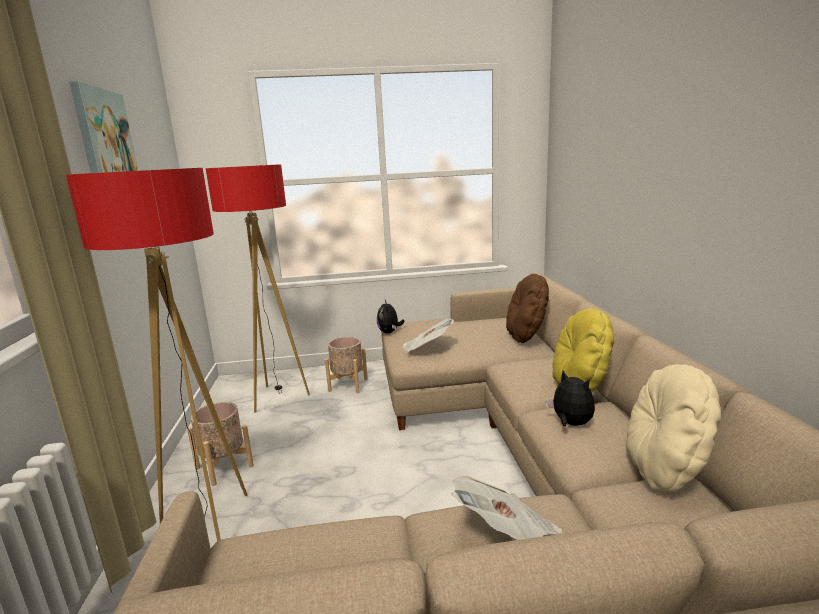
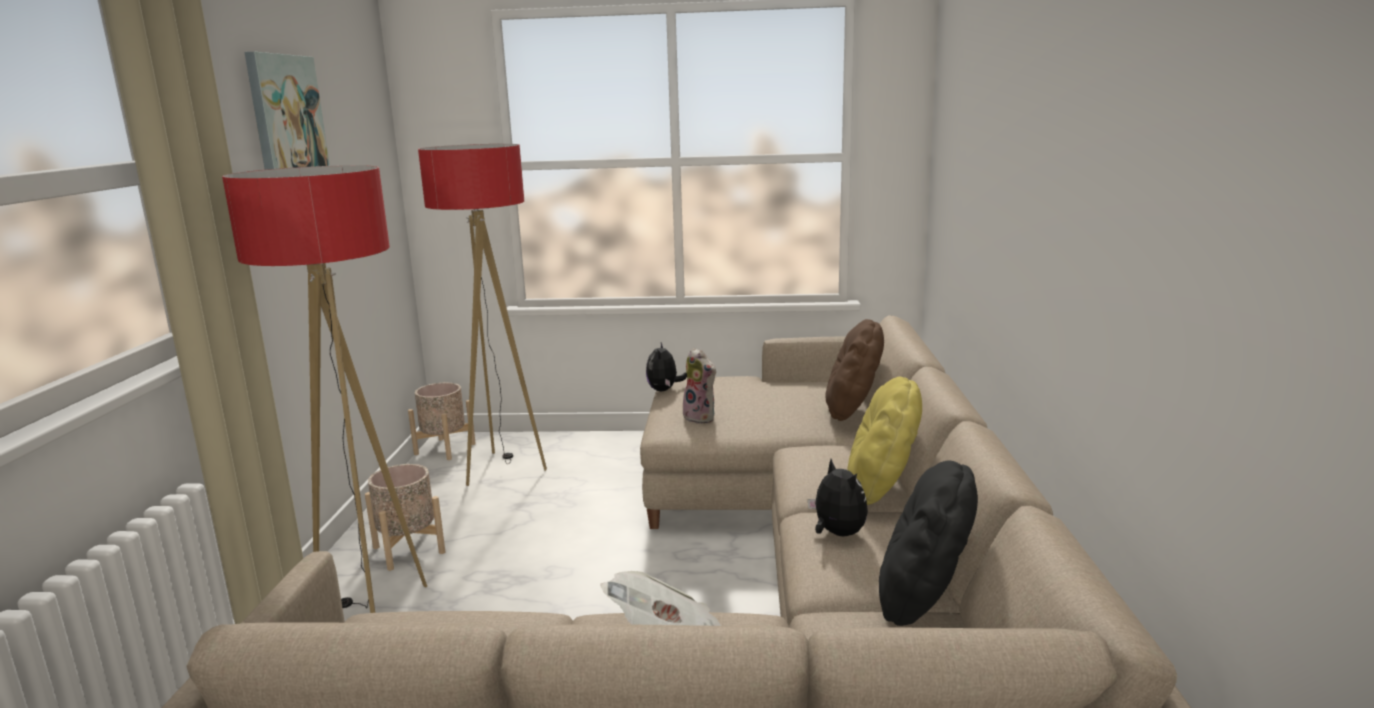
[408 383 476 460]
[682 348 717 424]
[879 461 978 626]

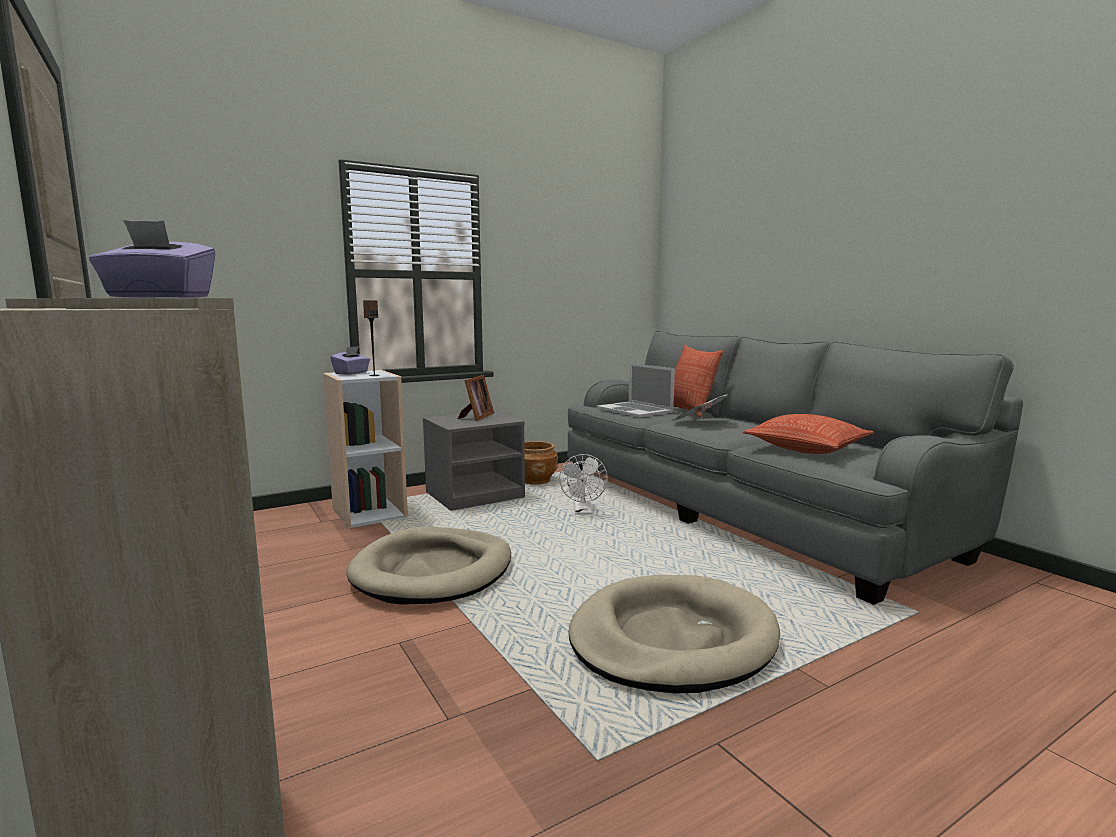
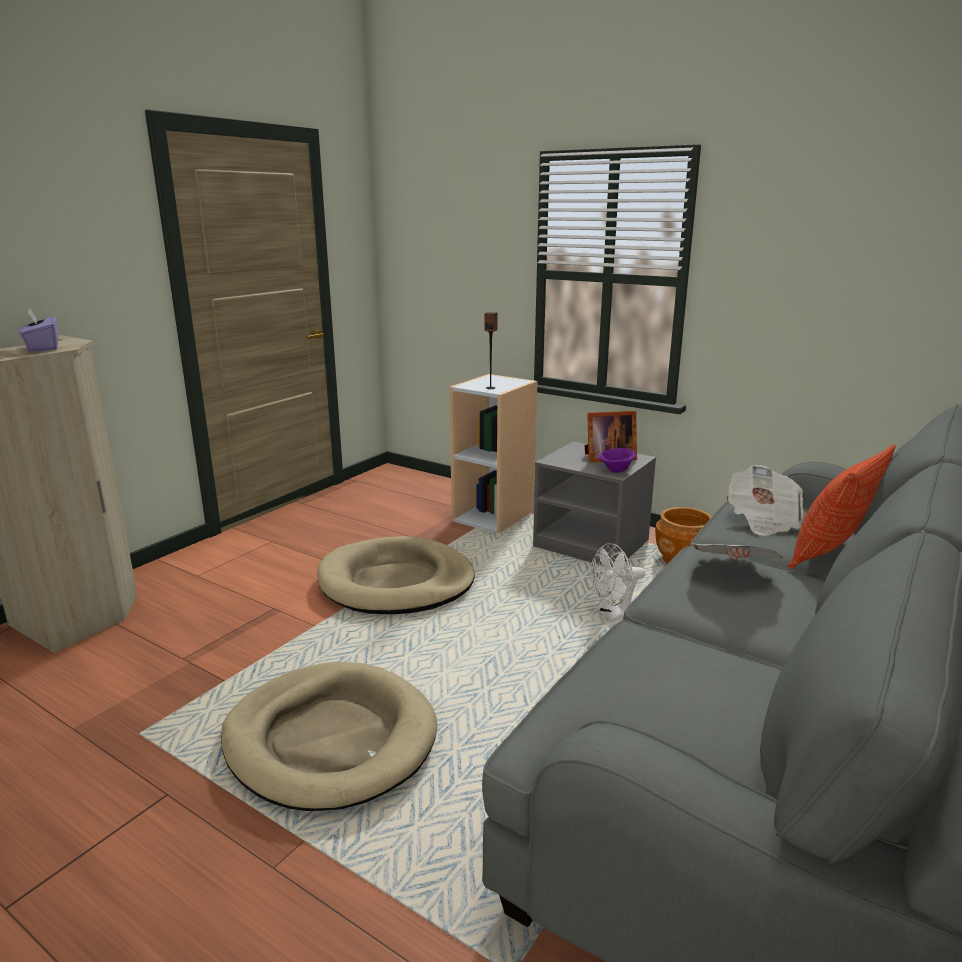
[599 448 636 473]
[726 465 803 536]
[330 346 370 375] (first image)
[742 414 873 454] (first image)

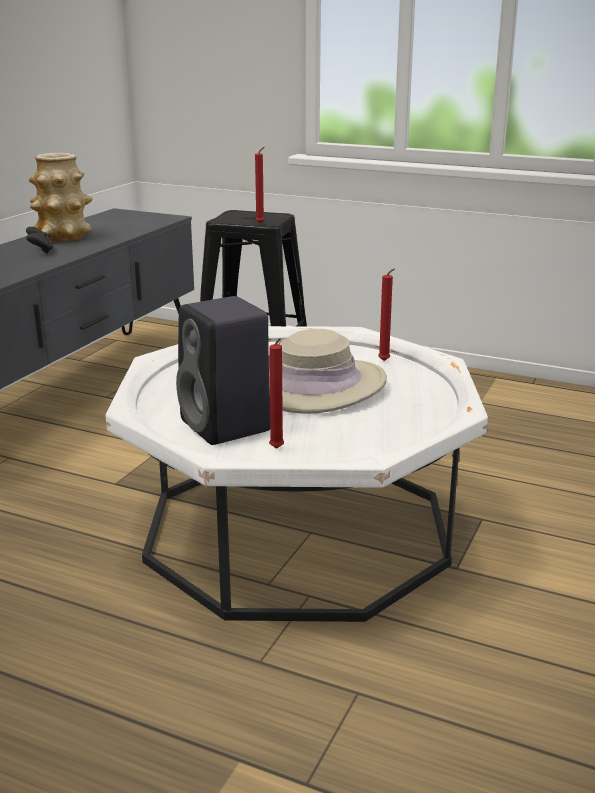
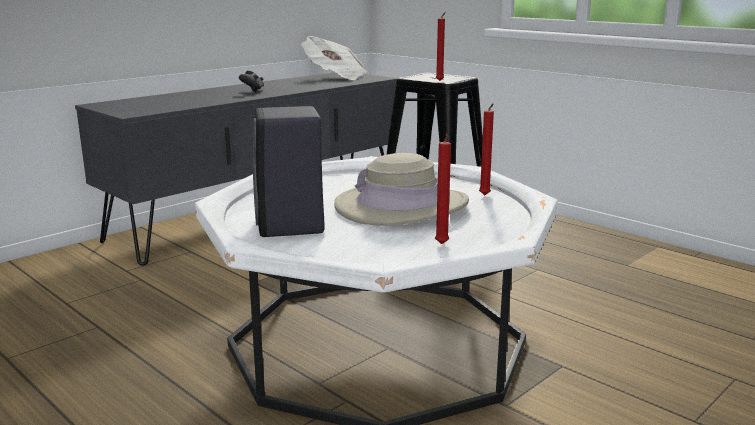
[301 36 368 80]
[435 134 451 244]
[29 153 93 242] (first image)

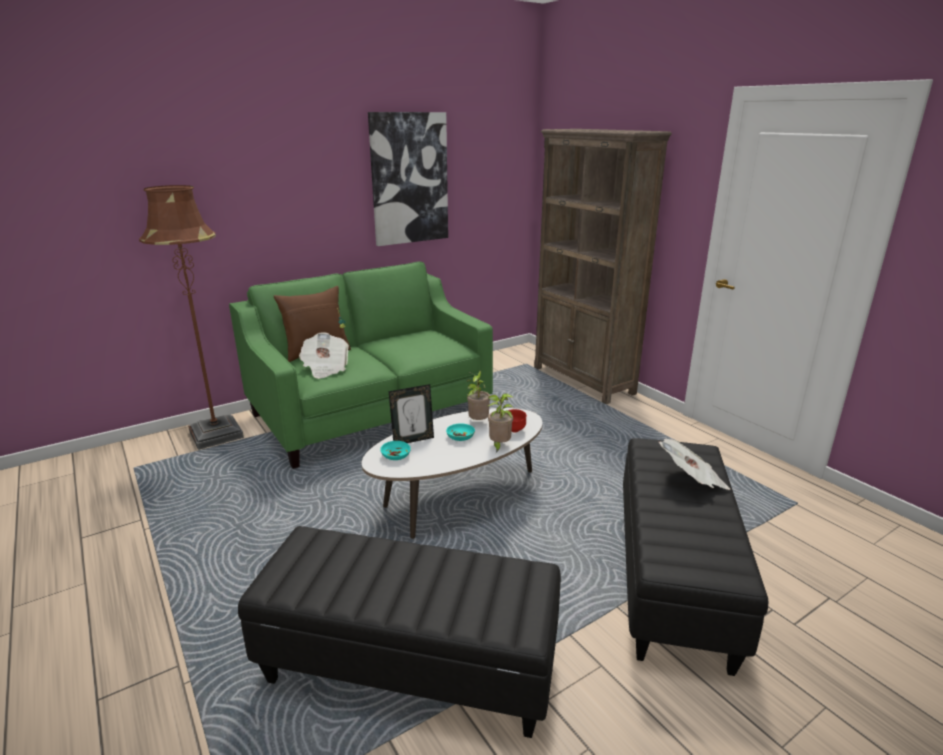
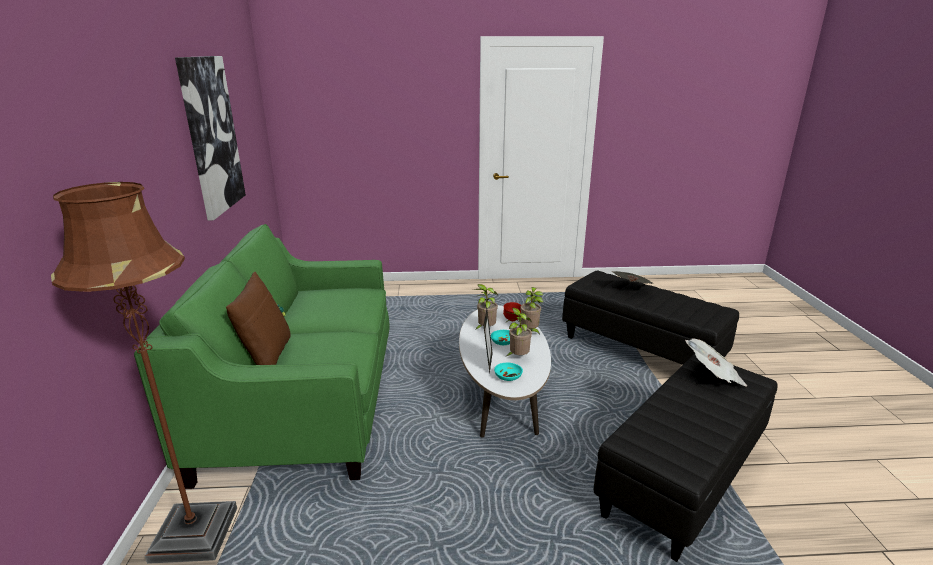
[505 308 532 357]
[685 338 748 386]
[534 129 672 404] (first image)

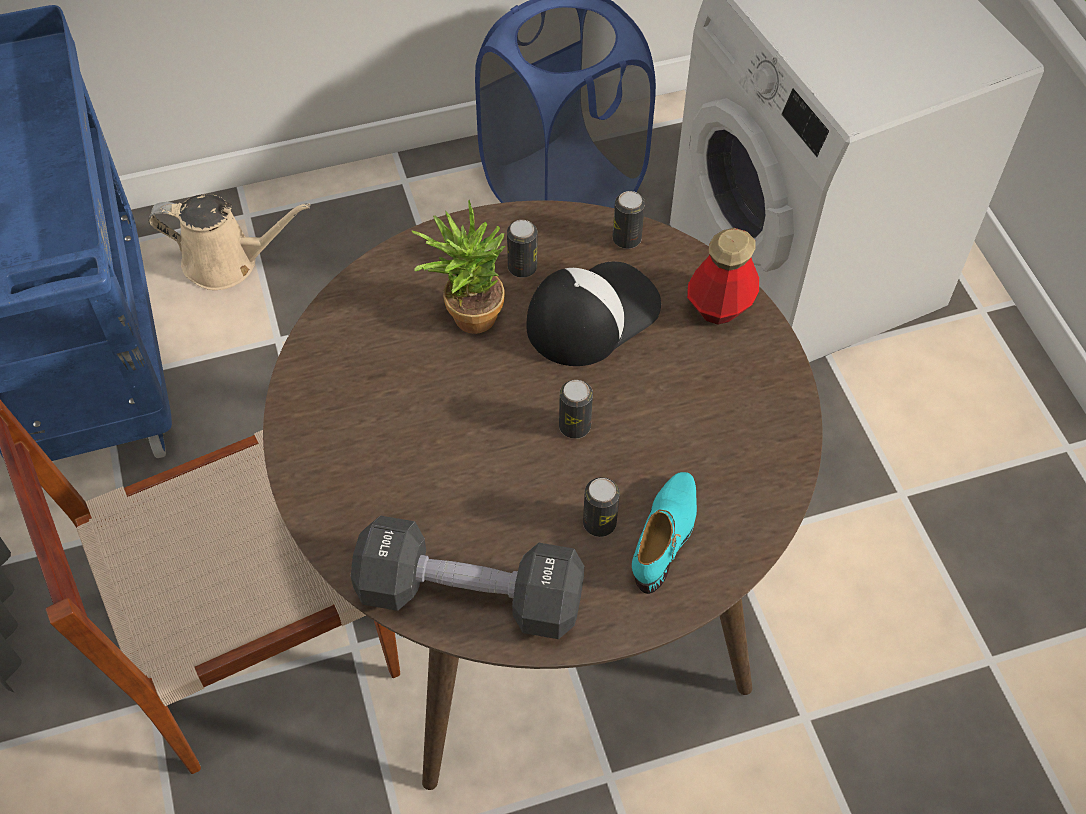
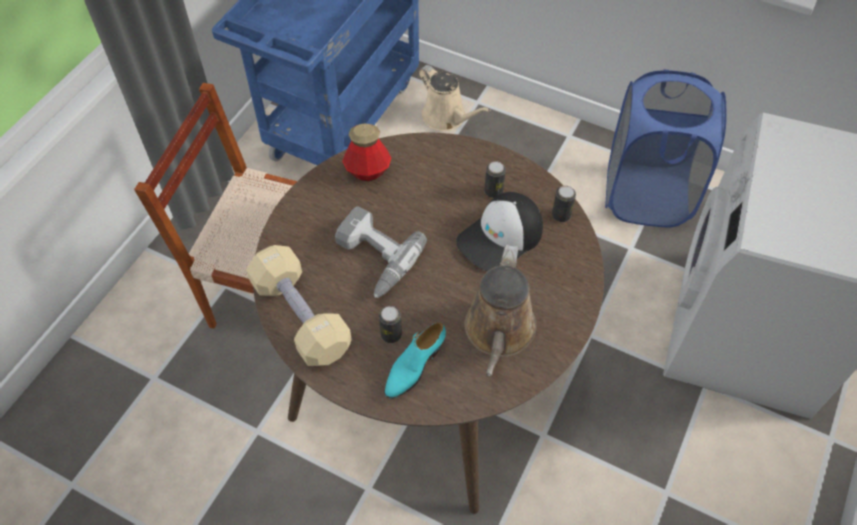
[246 245 352 366]
[335 206 427 298]
[342 123 391 181]
[384 322 446 399]
[456 192 543 271]
[464 245 537 377]
[411 200 506 334] (first image)
[559 380 593 439] (first image)

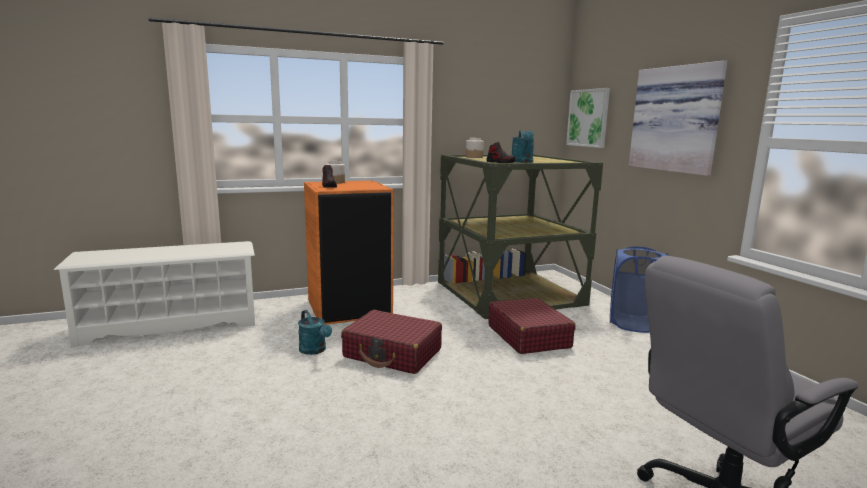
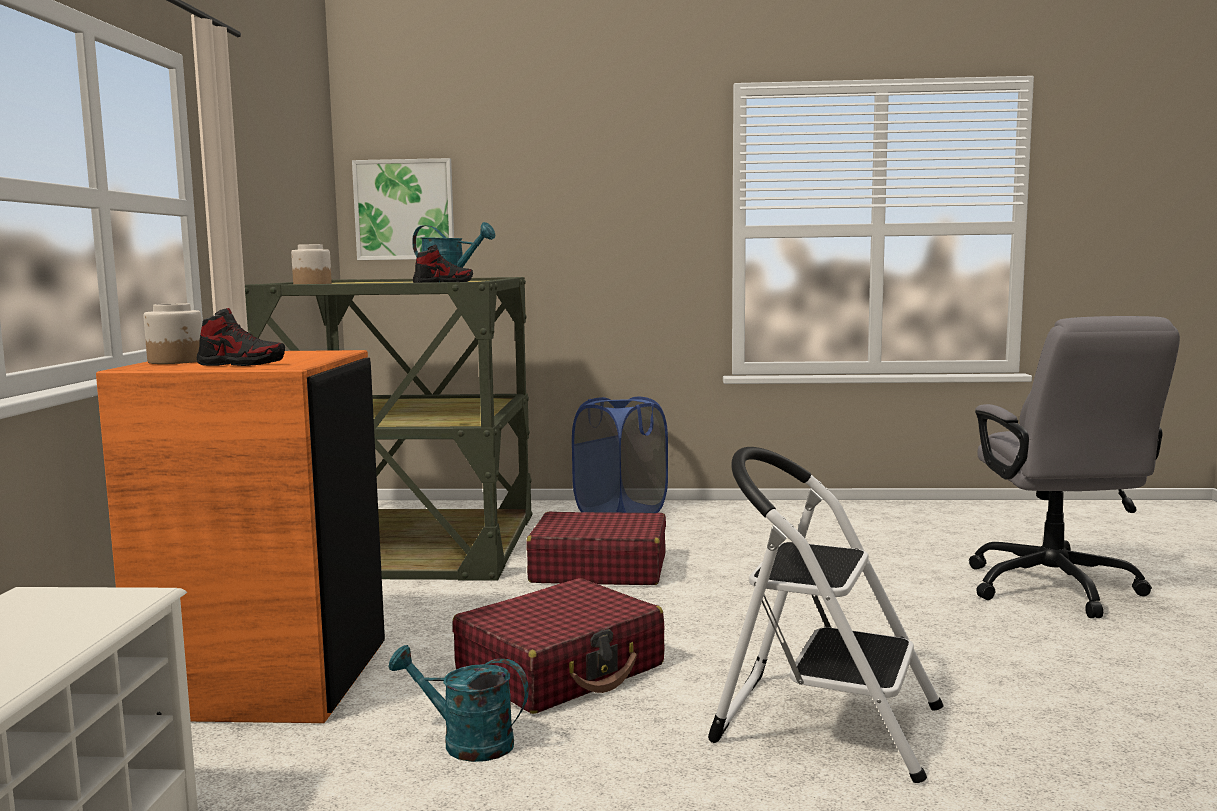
[388 645 529 762]
[708 447 944 783]
[629 61 727 176] (first image)

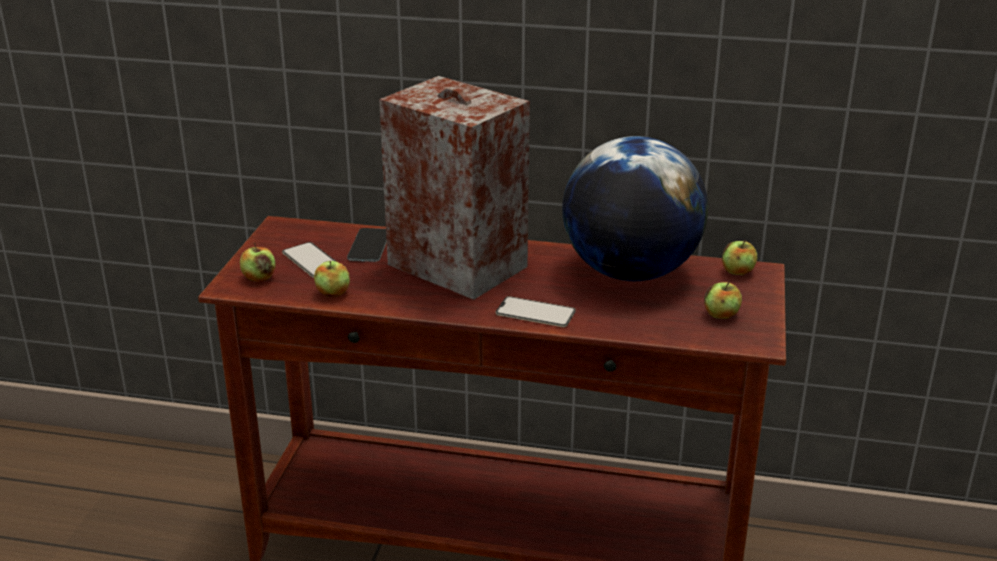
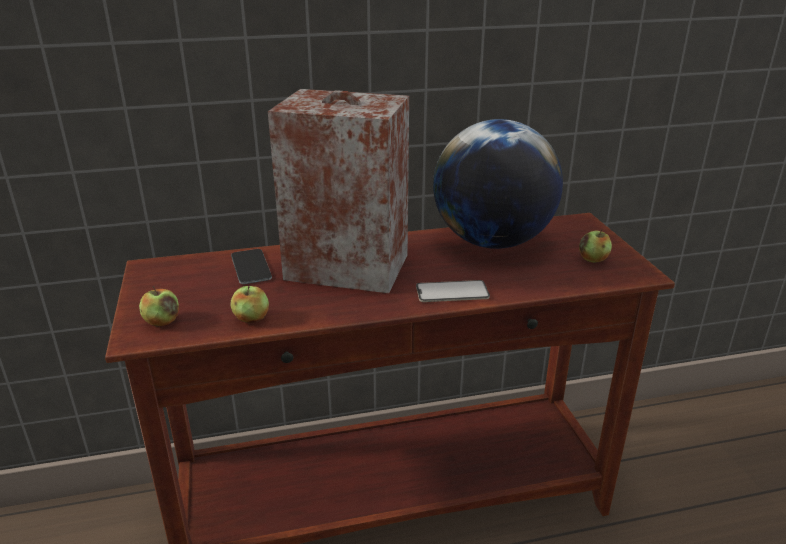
[282 242 337 278] (first image)
[722 240 757 275] (first image)

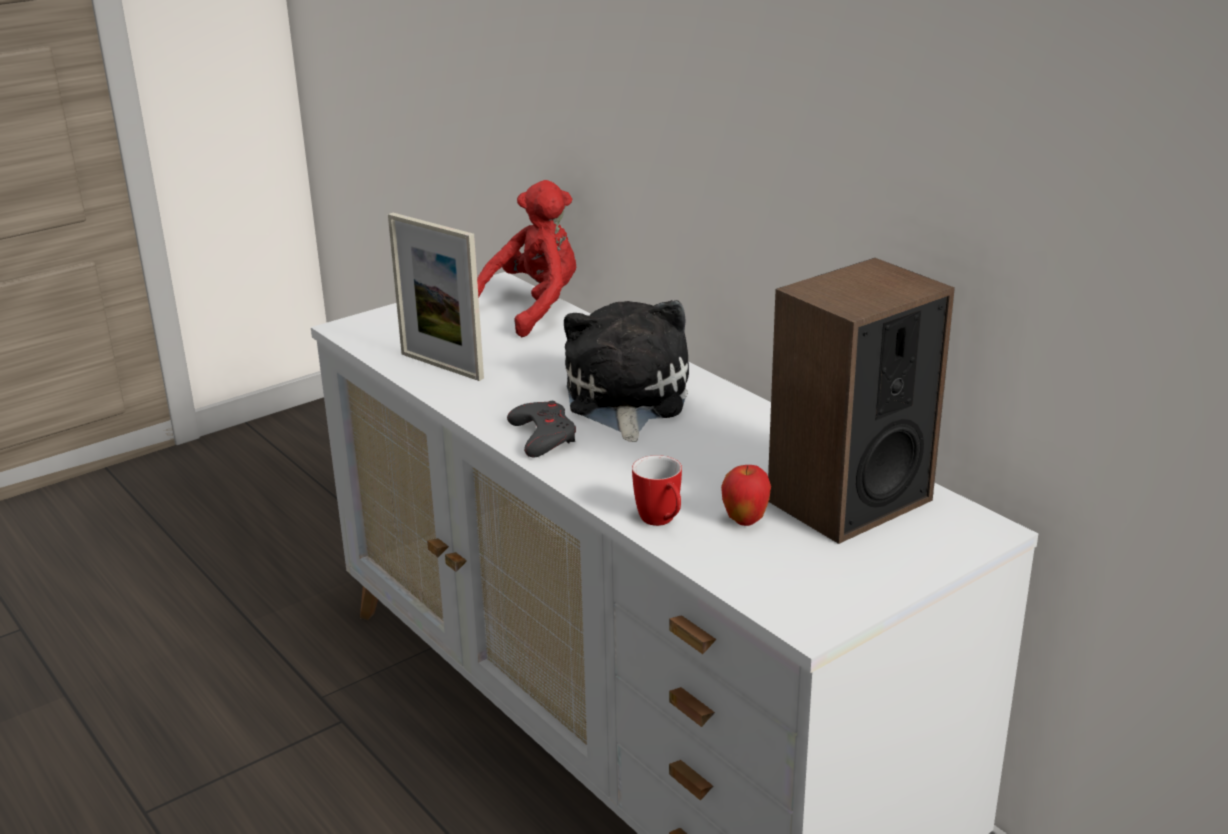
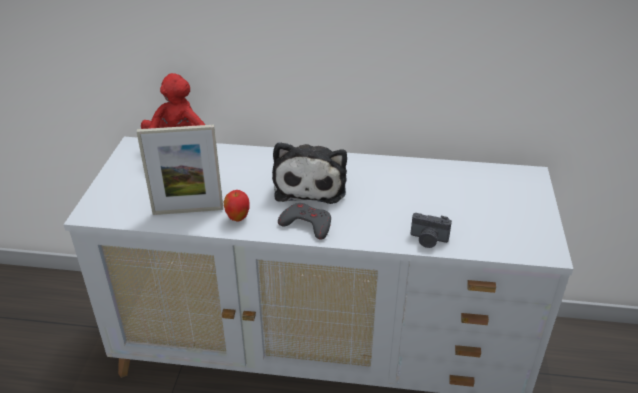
[224 190 250 222]
[272 142 347 204]
[411 213 452 248]
[768 258 955 544] (first image)

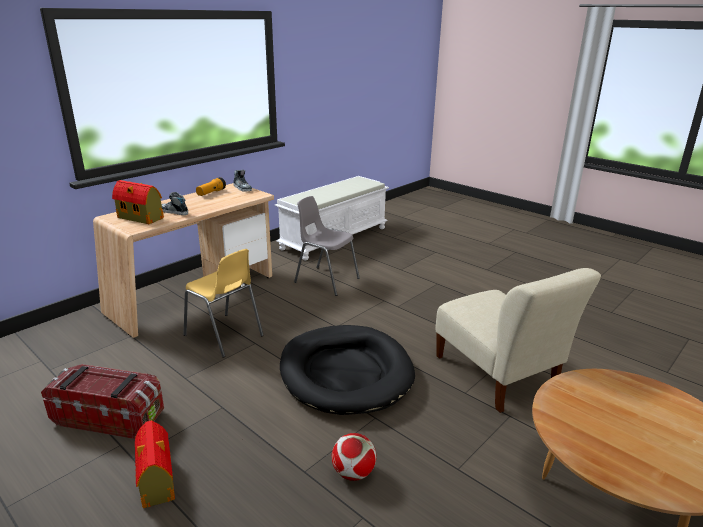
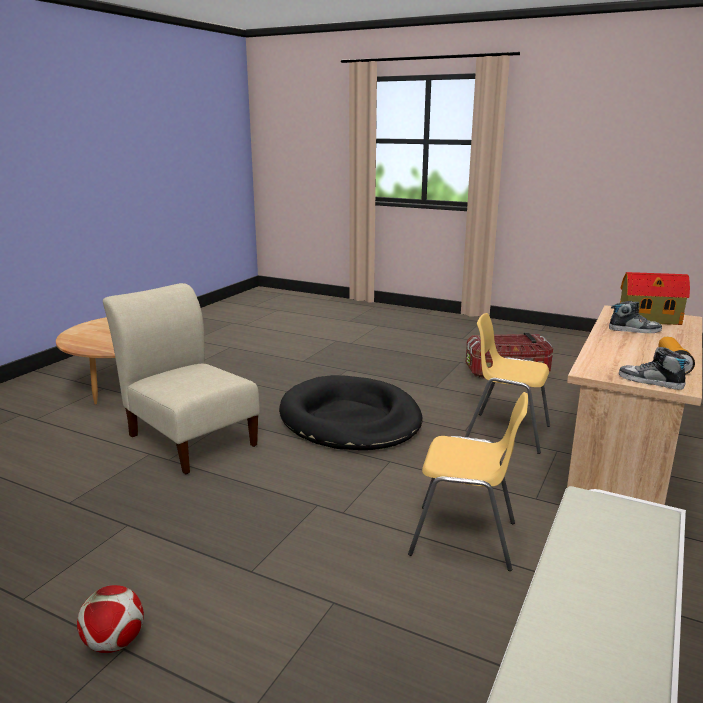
[77 585 144 653]
[408 392 528 571]
[135 420 175 508] (first image)

